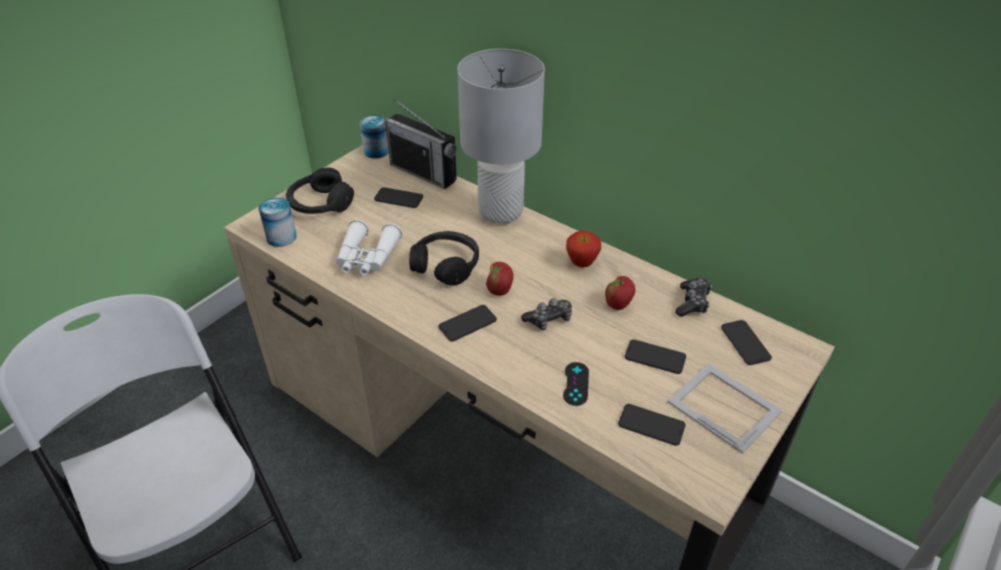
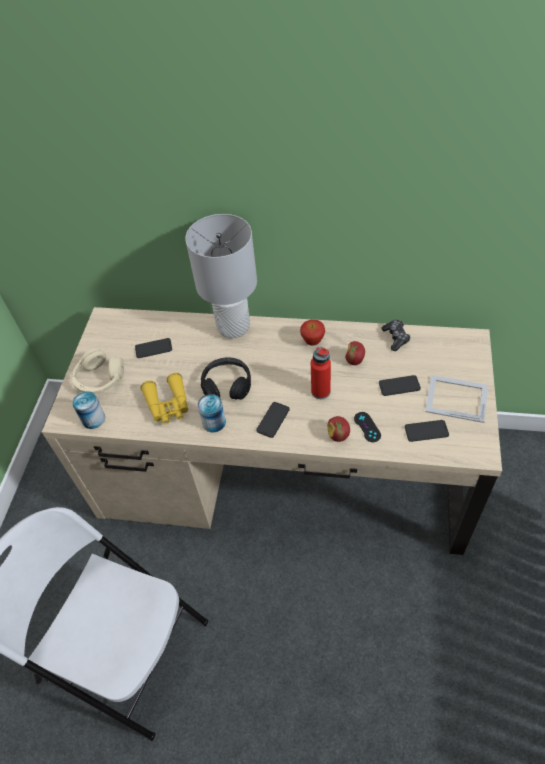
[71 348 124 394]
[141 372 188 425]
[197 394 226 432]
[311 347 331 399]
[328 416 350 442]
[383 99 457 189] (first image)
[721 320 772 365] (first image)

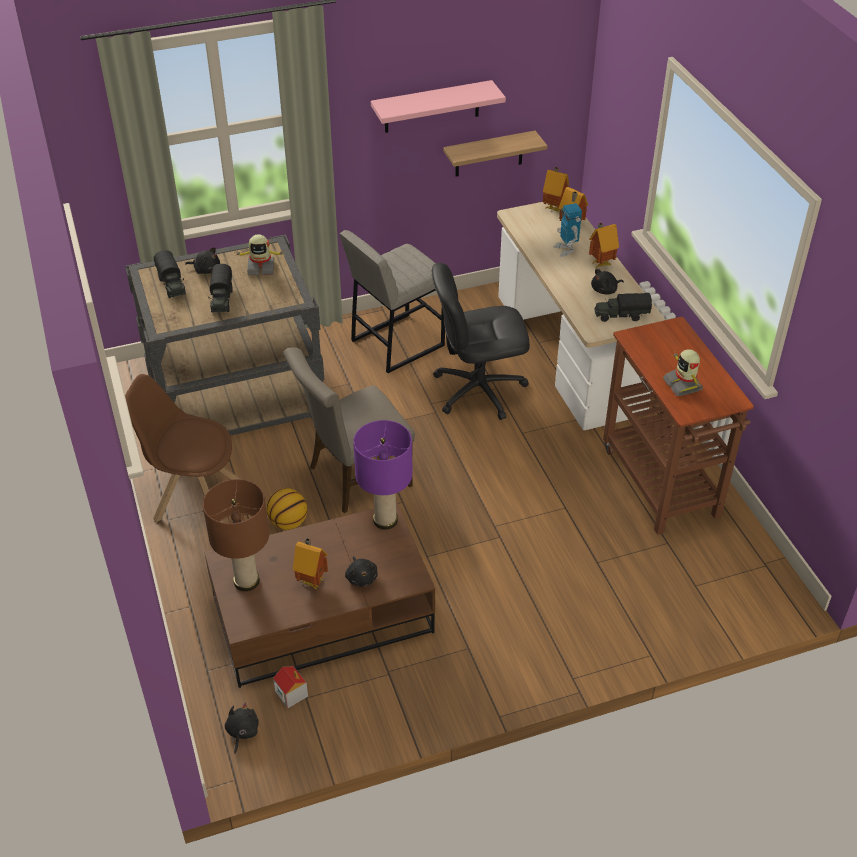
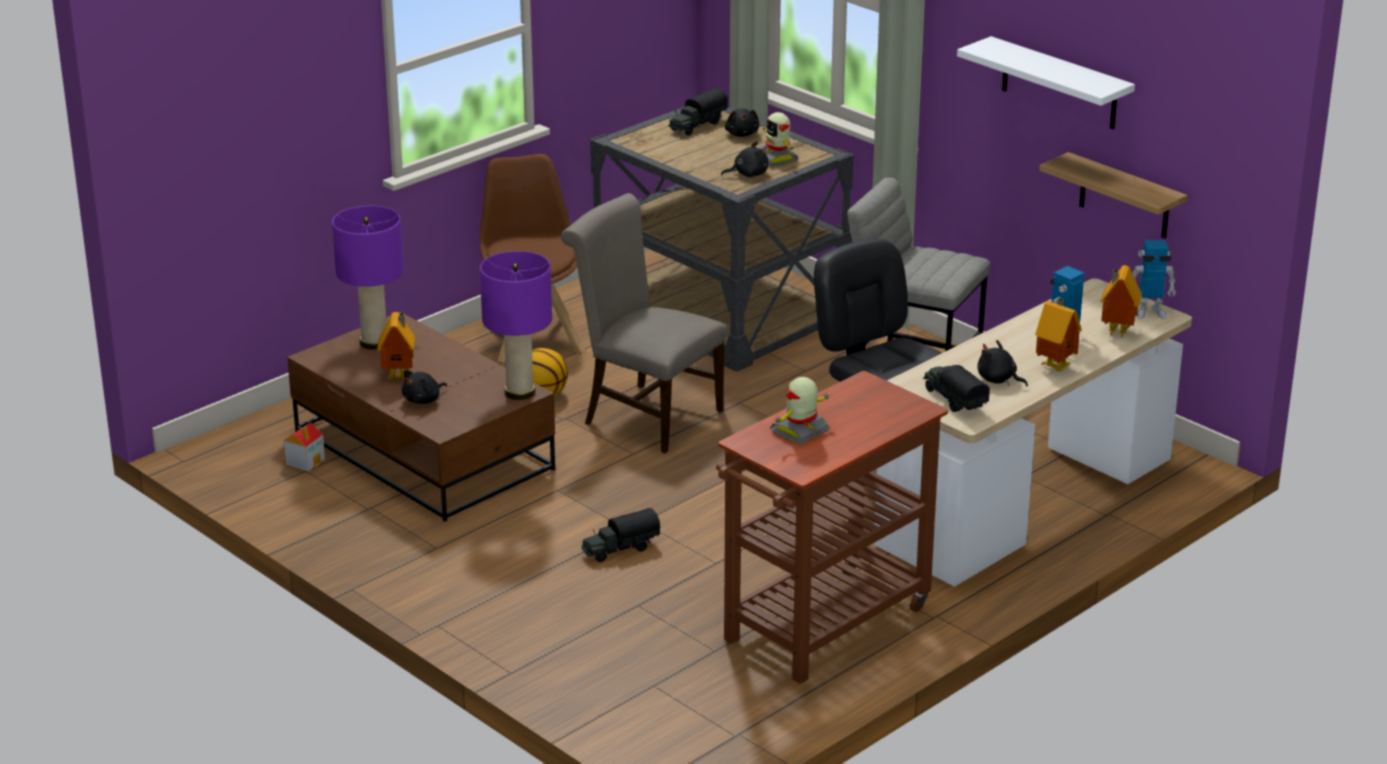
[332 206 404 350]
[581 508 661 562]
[721 141 769 177]
[957 36 1135 129]
[1133 240 1176 319]

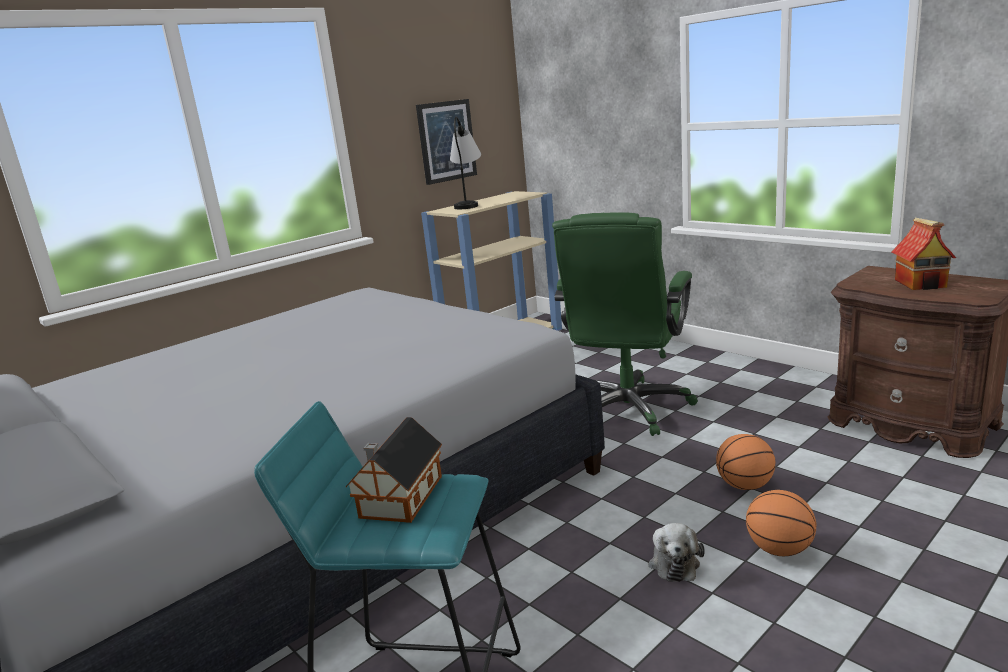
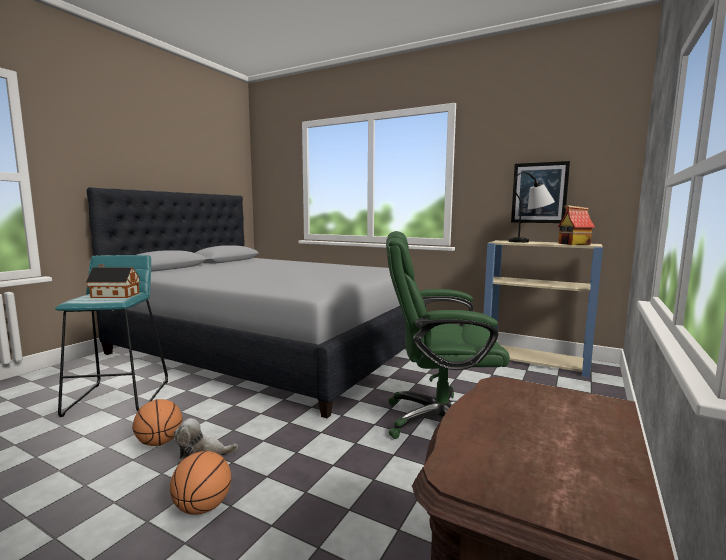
[132 399 183 446]
[558 205 595 245]

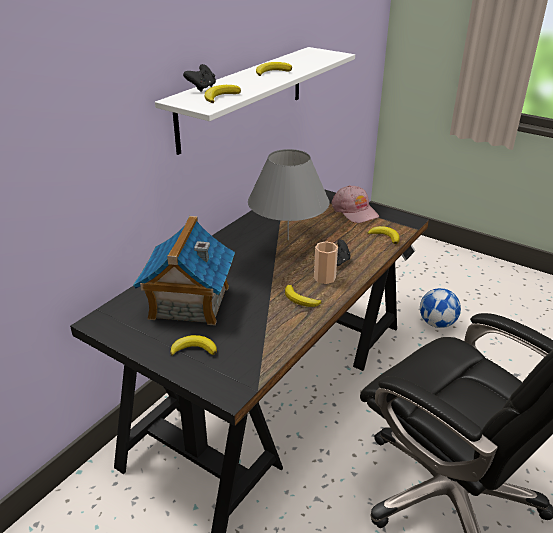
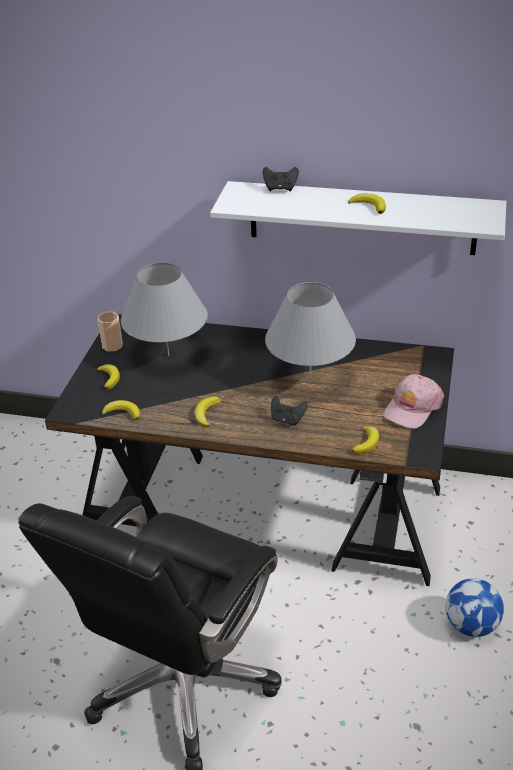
[98 311 123 351]
[102 400 141 420]
[121 263 208 356]

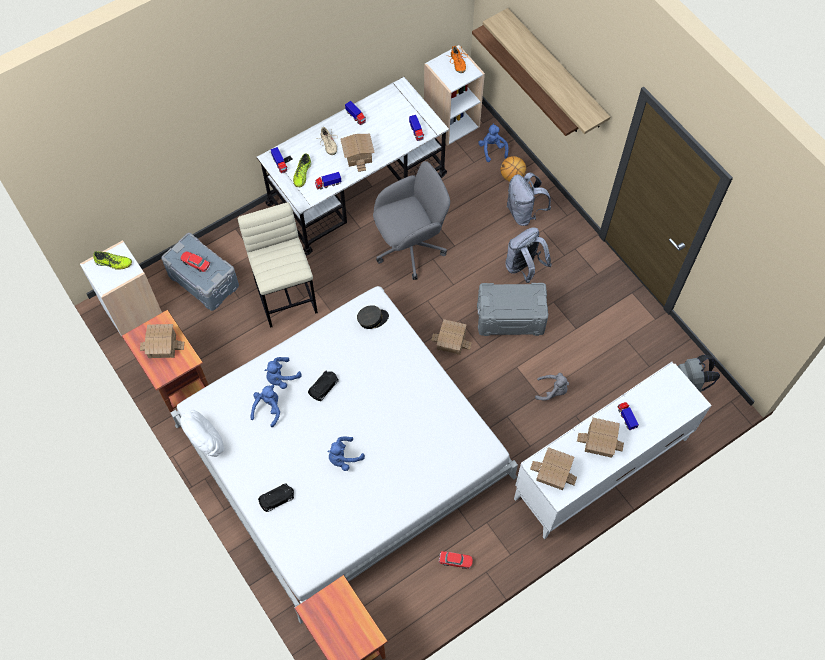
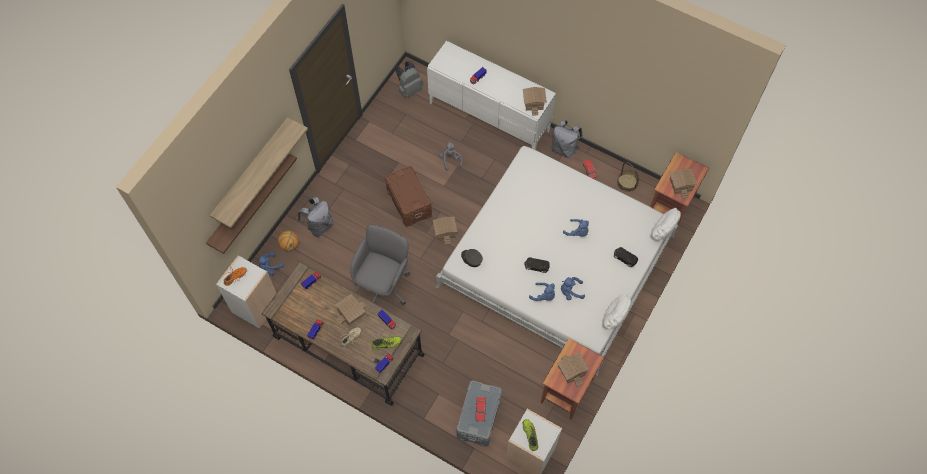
[262 262 425 406]
[350 225 410 306]
[385 166 432 227]
[552 120 582 158]
[617 162 639 192]
[651 208 681 240]
[670 169 697 199]
[238 202 318 328] (first image)

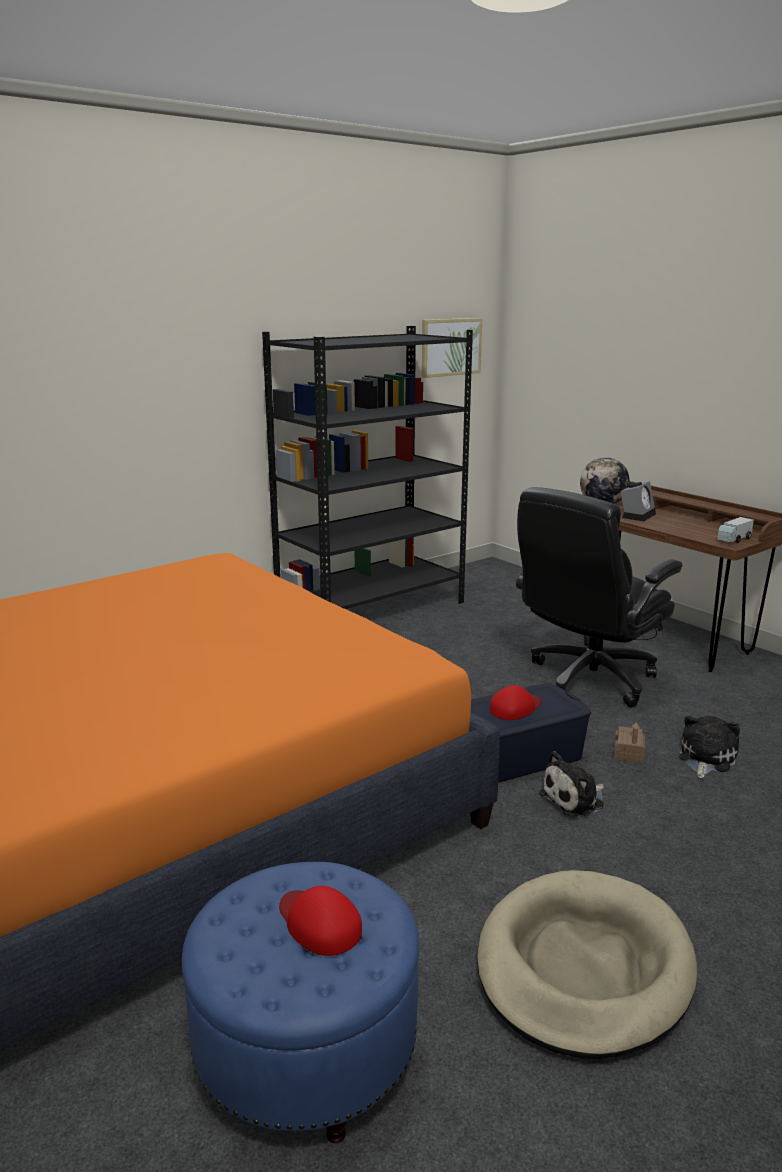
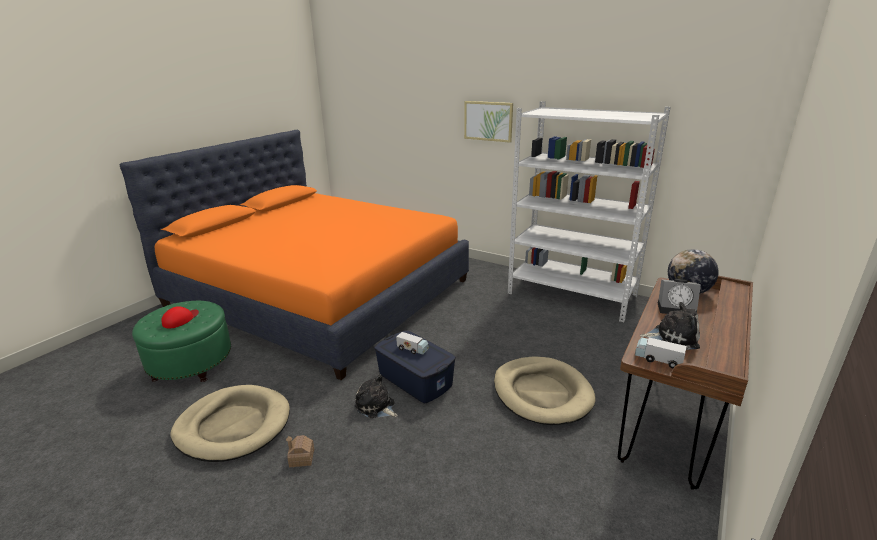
[132 301 231 382]
[286 435 314 467]
[396 332 429 355]
[464 101 513 143]
[494 357 596 425]
[508 101 671 322]
[640 302 700 350]

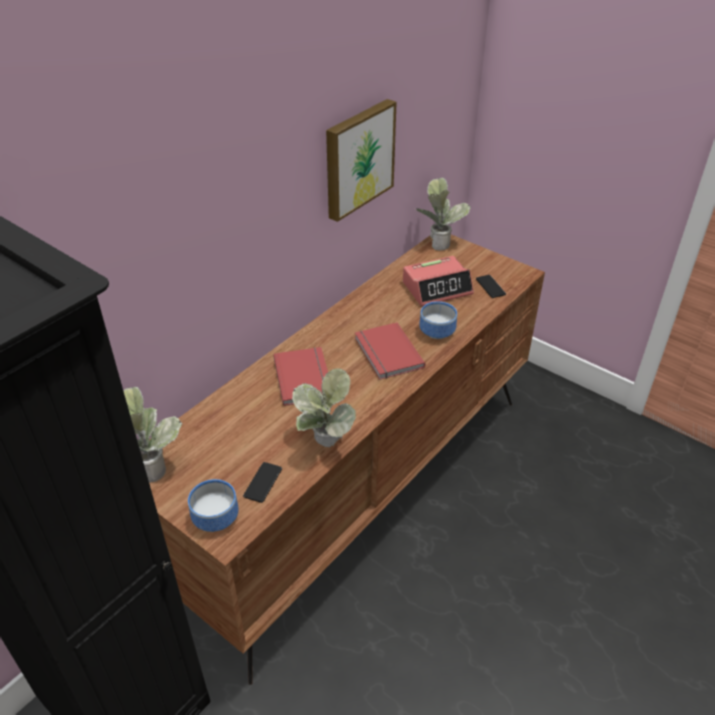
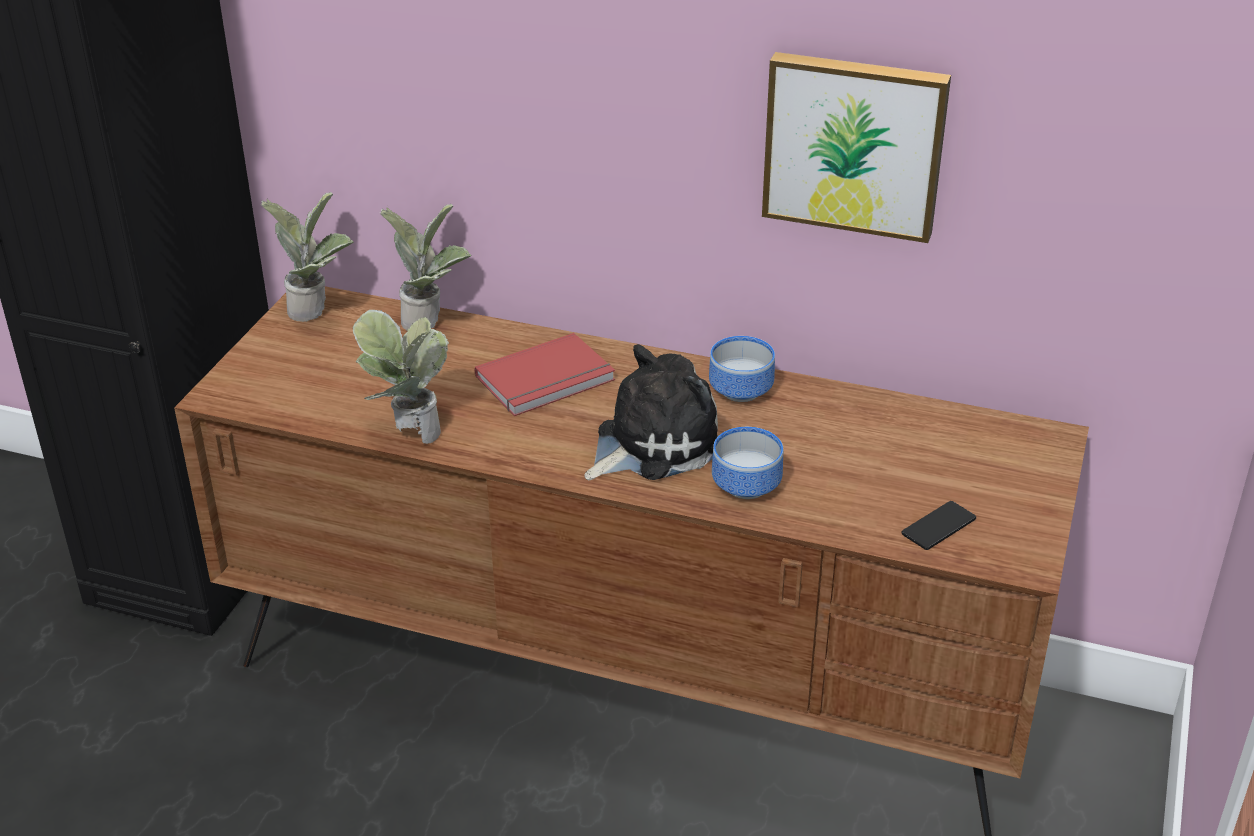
[380 204 471 331]
[584 344 718 480]
[709 336 775 402]
[243 462 282 503] (first image)
[403 256 474 306] (first image)

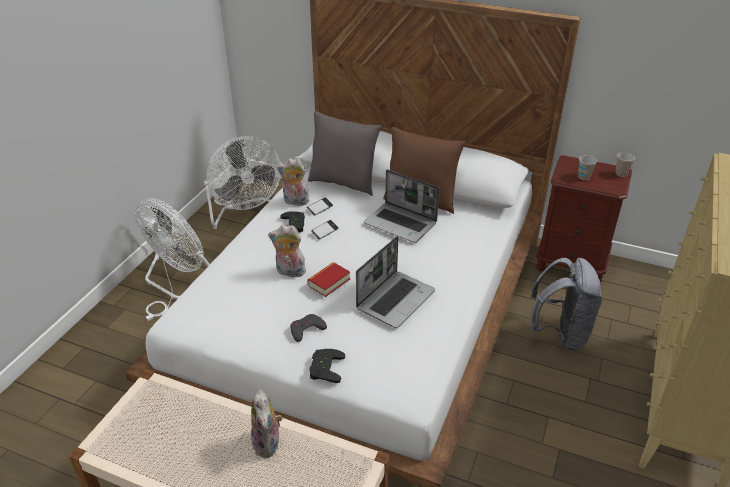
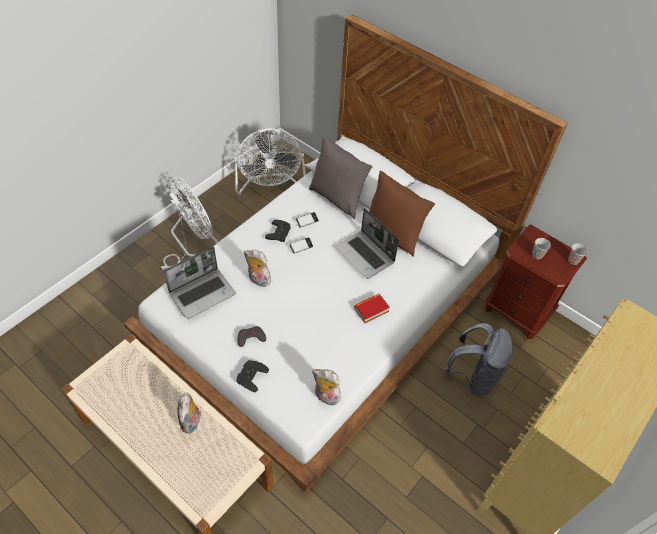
[163 246 236 319]
[312 369 341 405]
[354 294 390 323]

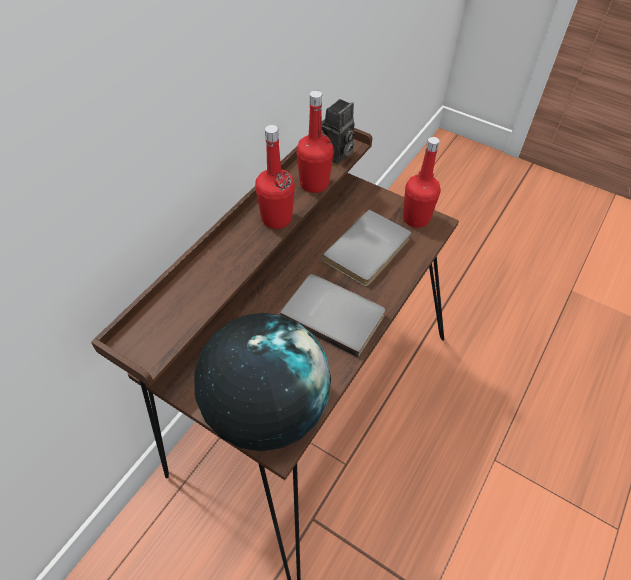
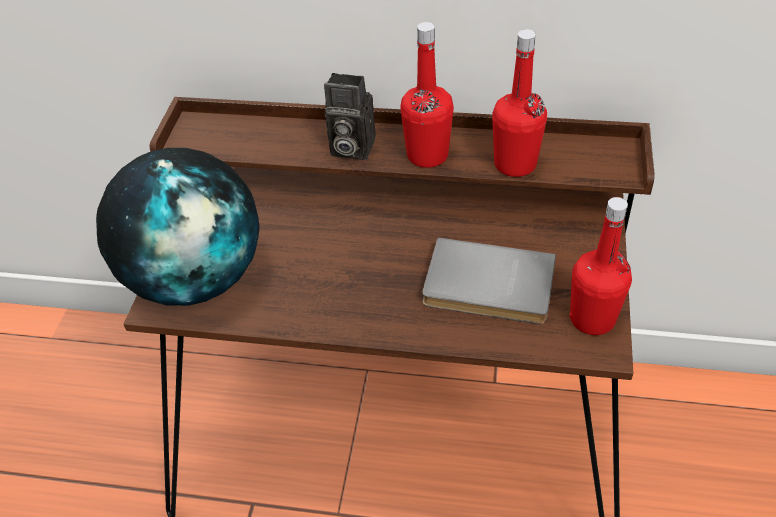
[324 73 376 160]
[280 274 385 358] (first image)

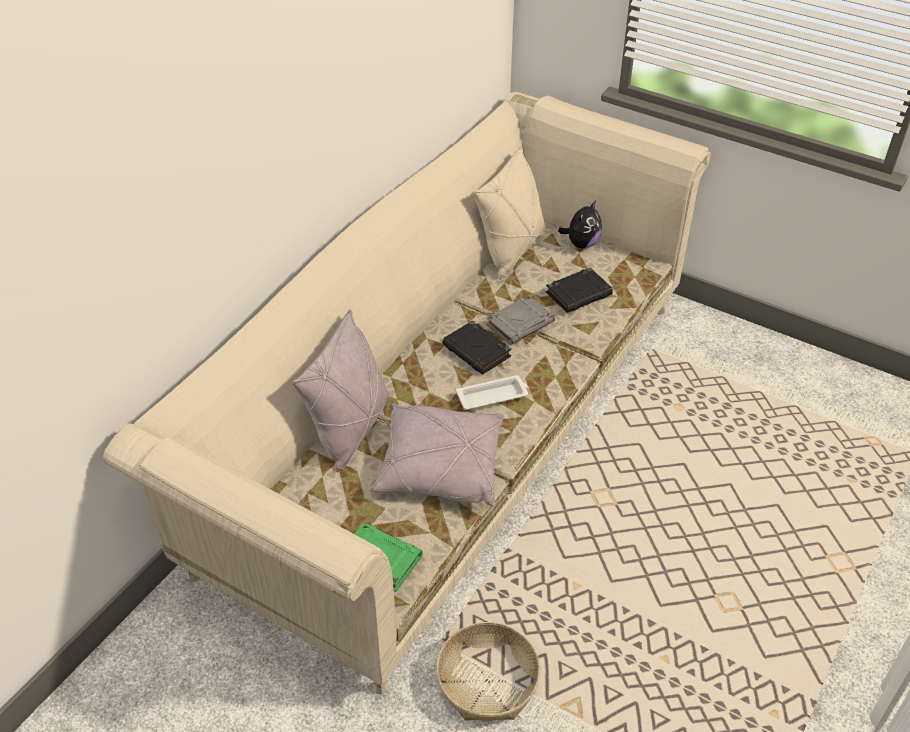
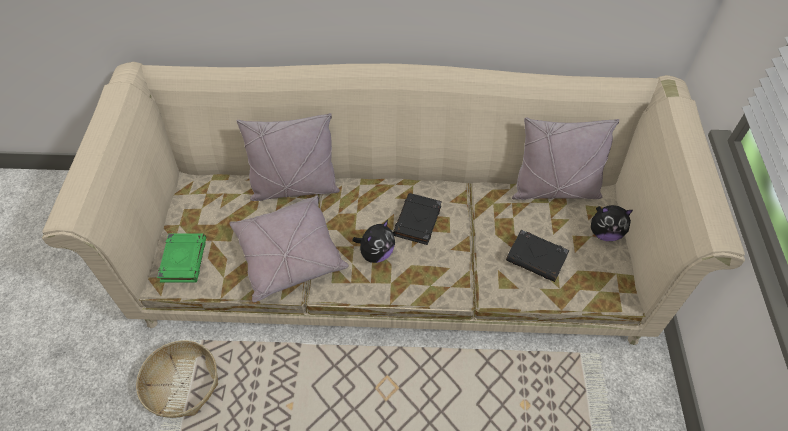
[353 220 395 263]
[512 117 619 200]
[486 295 555 345] (first image)

